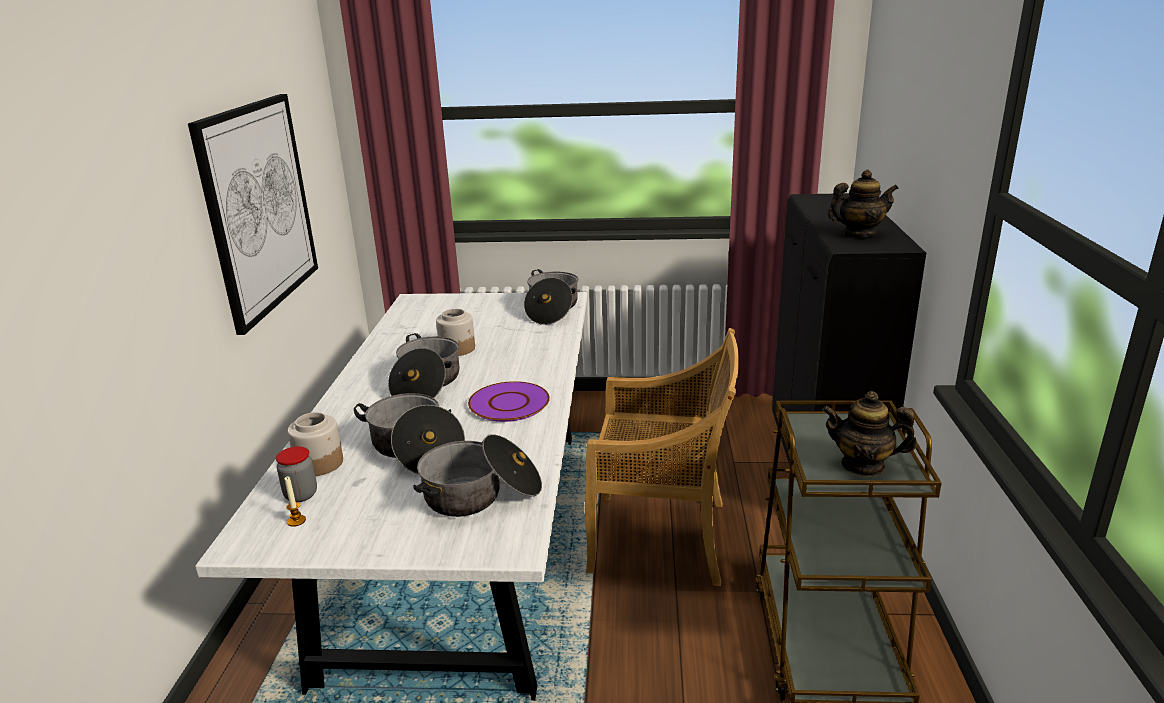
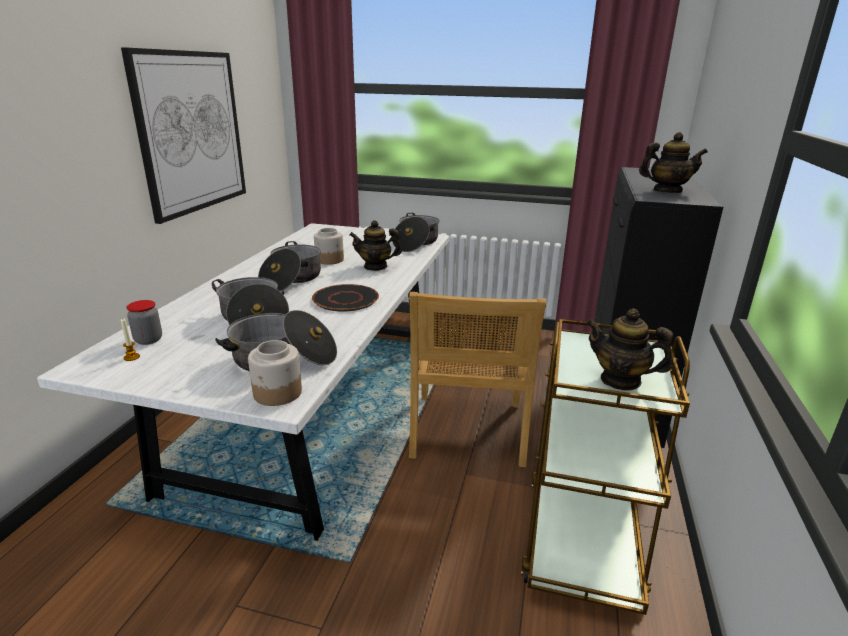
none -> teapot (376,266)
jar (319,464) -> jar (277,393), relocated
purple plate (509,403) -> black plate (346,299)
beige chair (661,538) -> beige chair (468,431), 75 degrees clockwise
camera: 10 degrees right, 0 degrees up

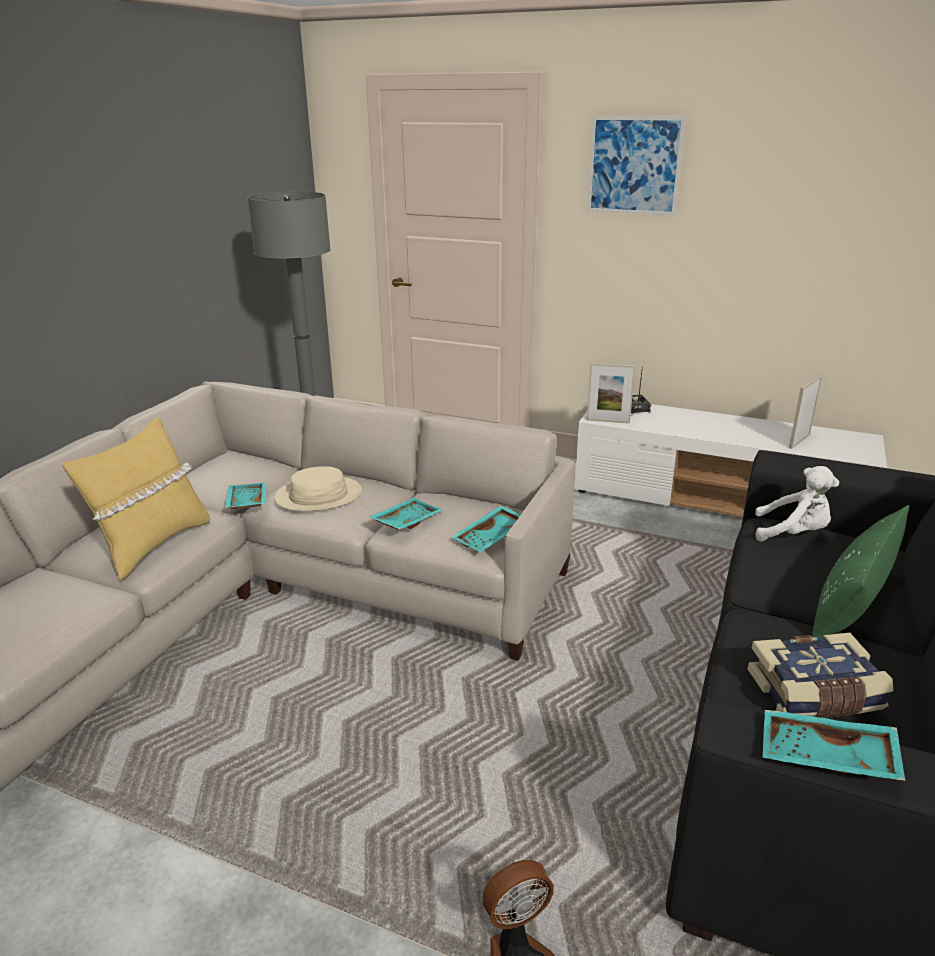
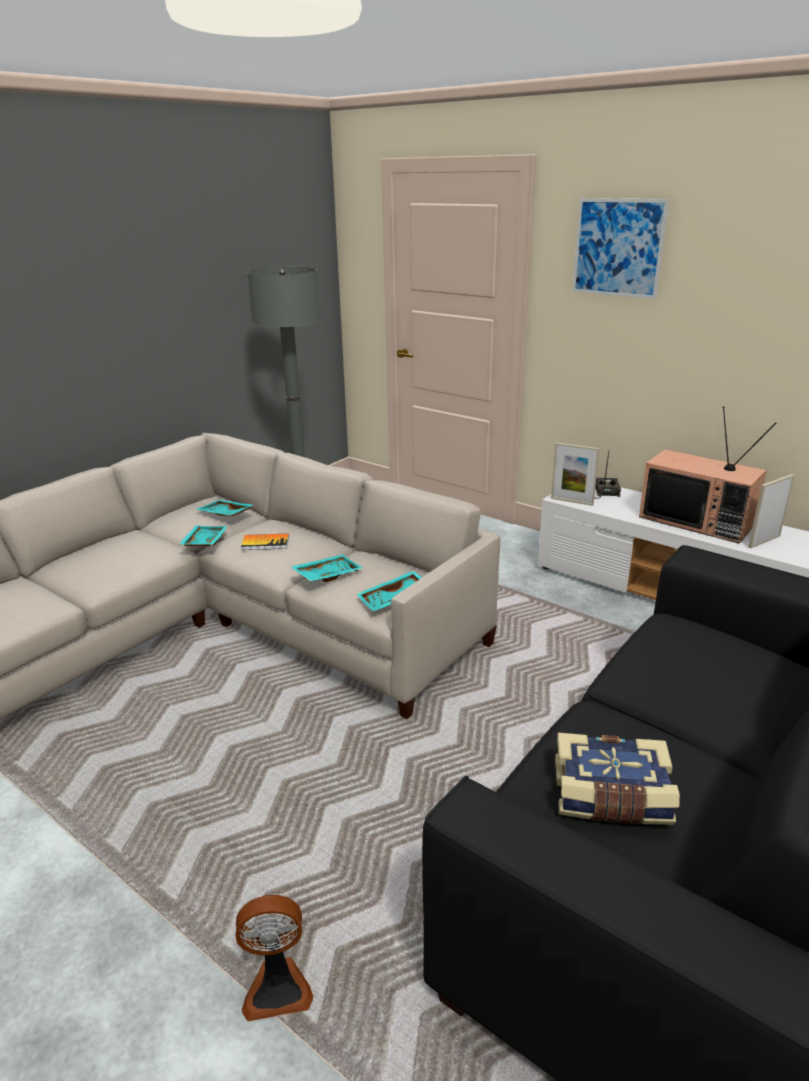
yellow pillow (153,545) -> none
white plush toy (793,533) -> none
green pillow (850,604) -> none
none -> television (698,521)
turquoise tray (826,758) -> turquoise tray (224,515), relocated
beige hat (318,496) -> book (265,543)
camera: 15 degrees right, 0 degrees up

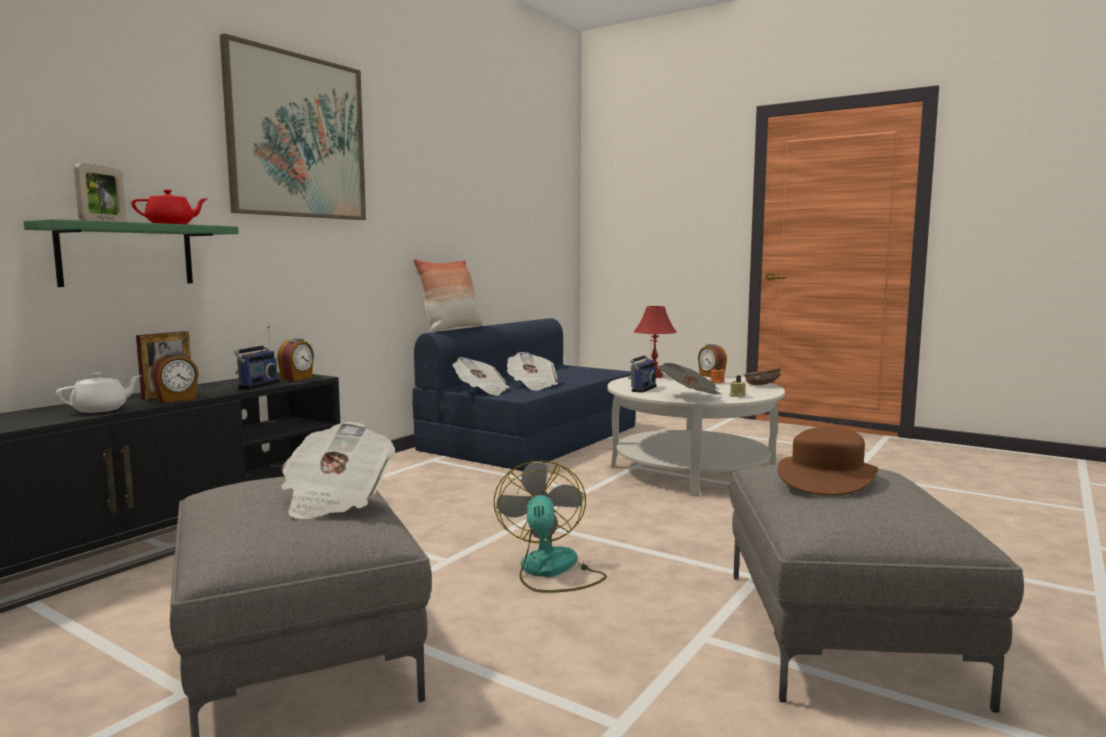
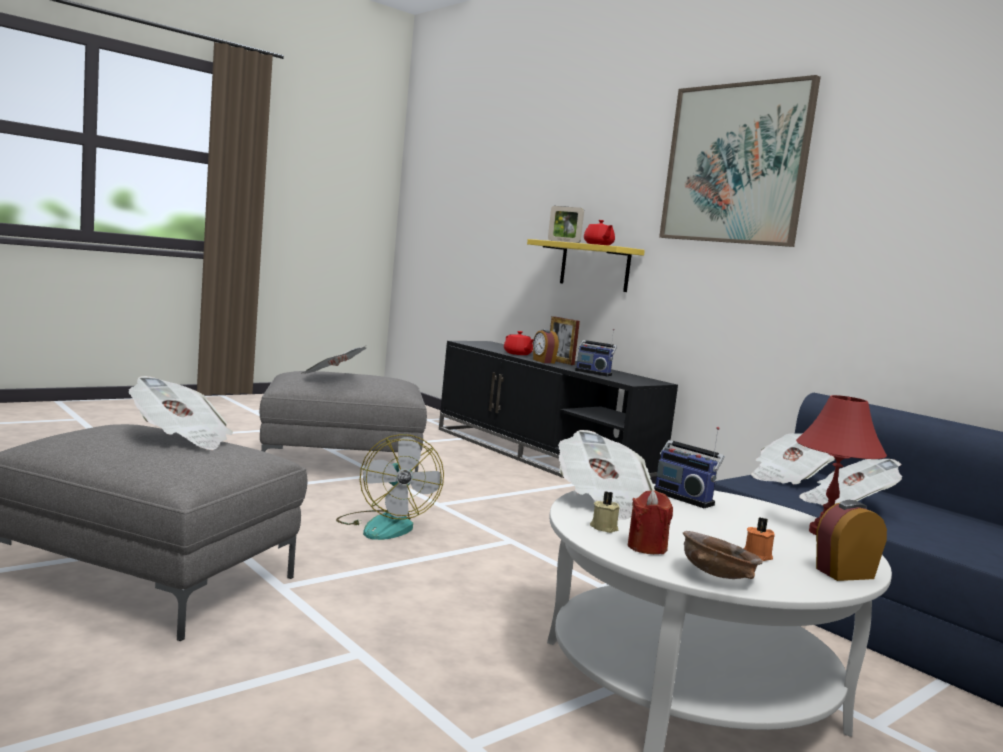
alarm clock (297,378) -> none
pillow (451,329) -> none
none -> red candle (647,547)
brown hat (826,477) -> newspaper (181,439)
green shelf (126,255) -> yellow shelf (594,266)
white teapot (101,409) -> red teapot (518,354)
fan (550,571) -> fan (385,525), 60 degrees clockwise
camera: 105 degrees right, 0 degrees up

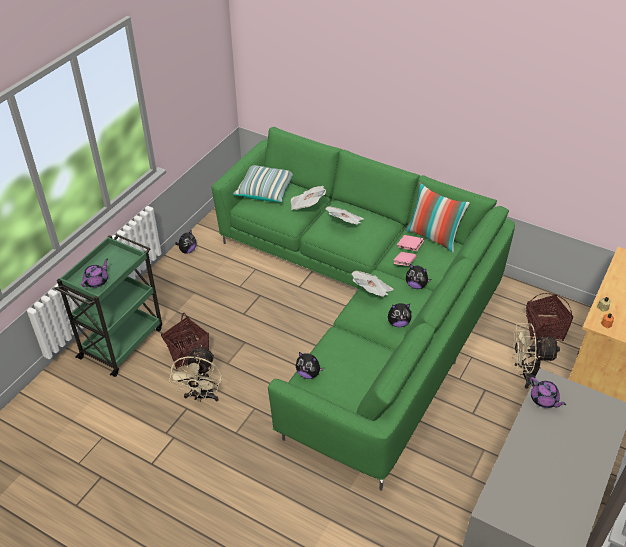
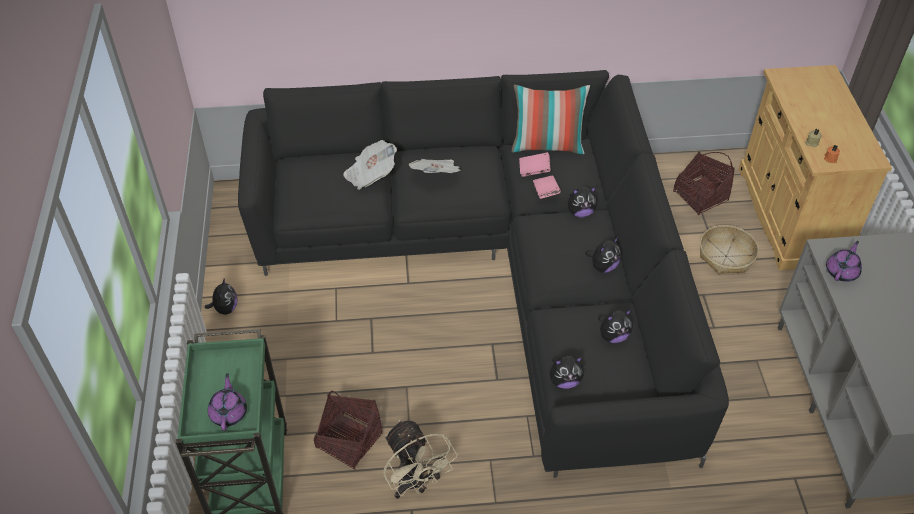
pillow (265,190) -> none
newspaper (372,291) -> none
none -> plush toy (613,336)
beige fan (526,375) -> basket (726,256)
green sofa (362,306) -> black sofa (501,269)
purple teapot (544,400) -> purple teapot (842,271), 75 degrees counterclockwise
camera: 35 degrees left, 5 degrees up

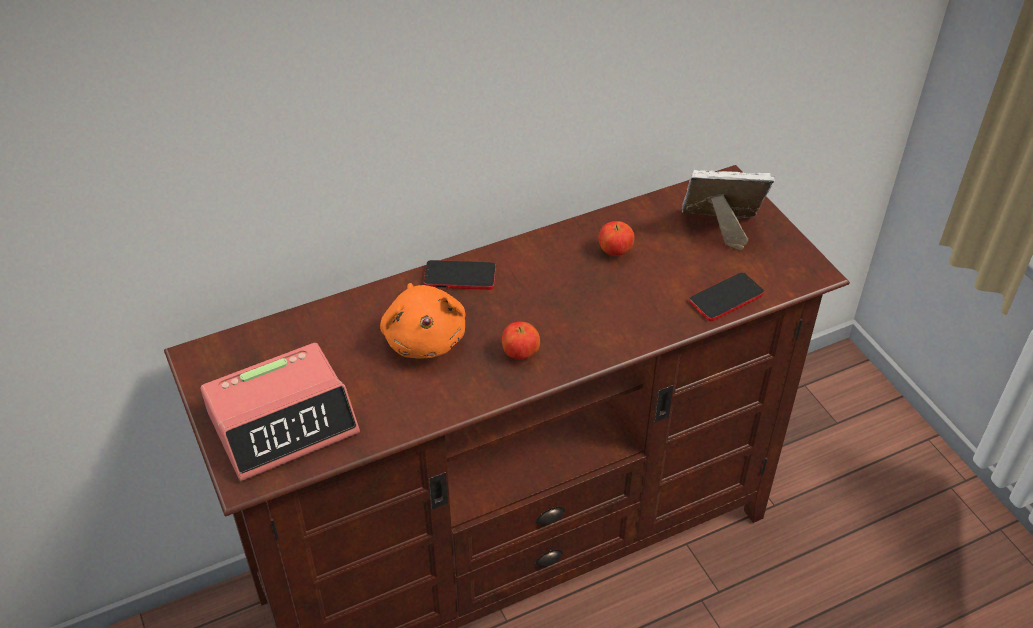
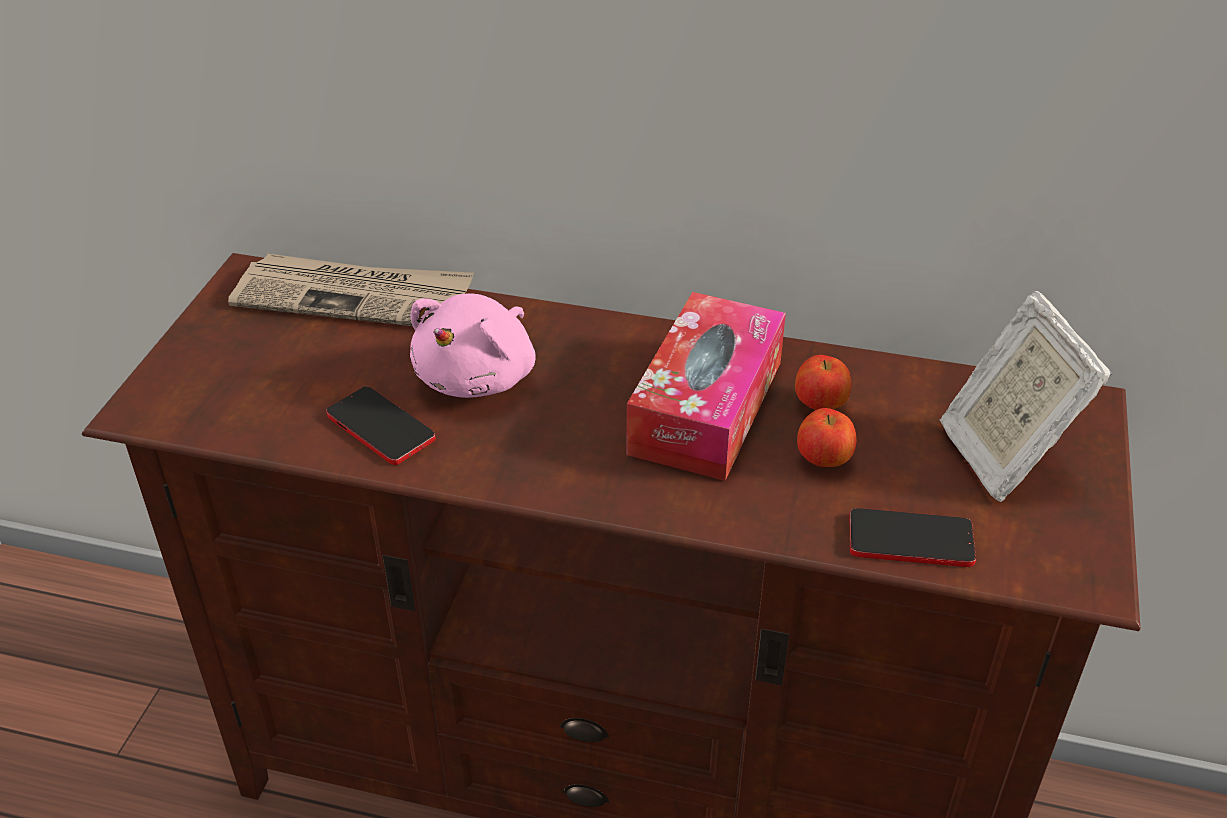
alarm clock (283,422) -> none
none -> newspaper (355,296)
none -> tissue box (706,407)
phone (460,276) -> phone (381,427), relocated
apple (520,354) -> apple (823,460), relocated
orange plush toy (425,338) -> pink plush toy (479,377)
picture frame (720,230) -> picture frame (1002,453), 150 degrees counterclockwise
camera: 40 degrees right, 5 degrees down

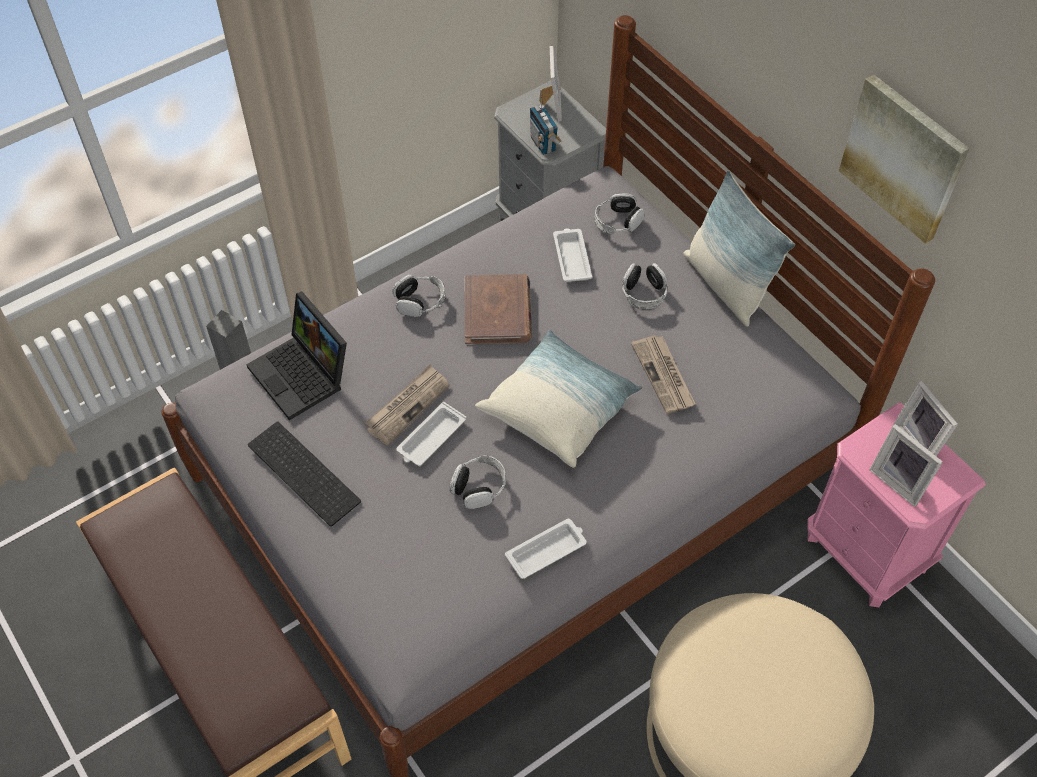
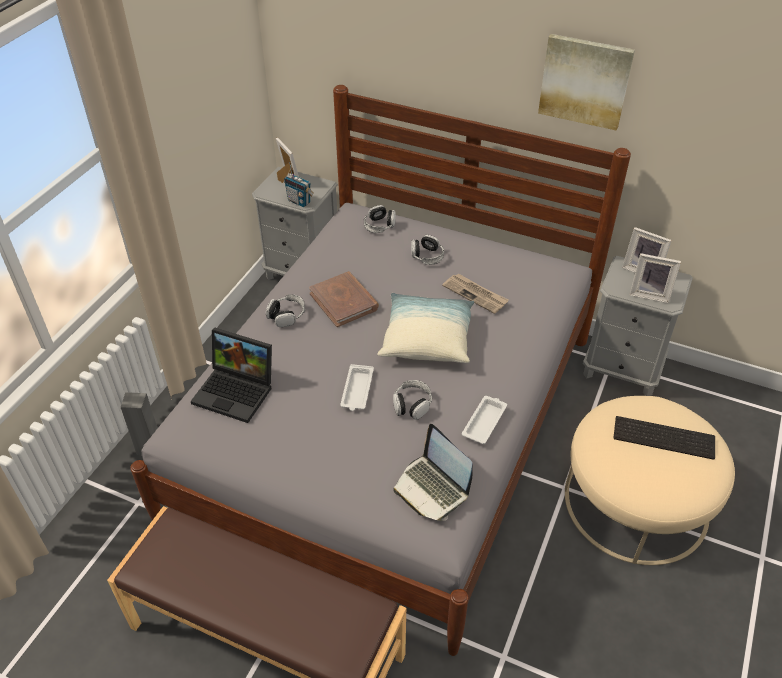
newspaper (408,406) -> none
white tray (571,257) -> none
pillow (726,285) -> none
none -> laptop (432,488)
keyboard (306,472) -> keyboard (665,436), relocated
pink nightstand (867,552) -> grey nightstand (622,369)
camera: 30 degrees left, 10 degrees down

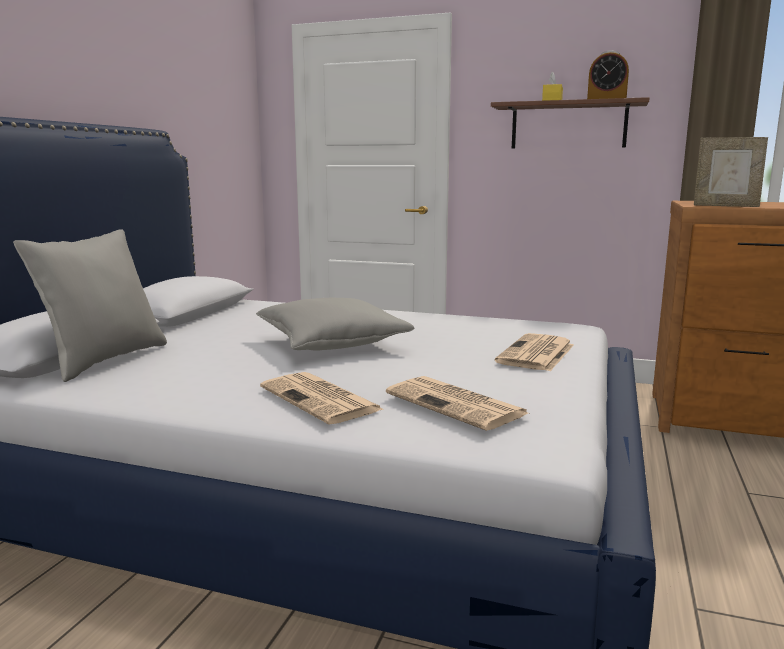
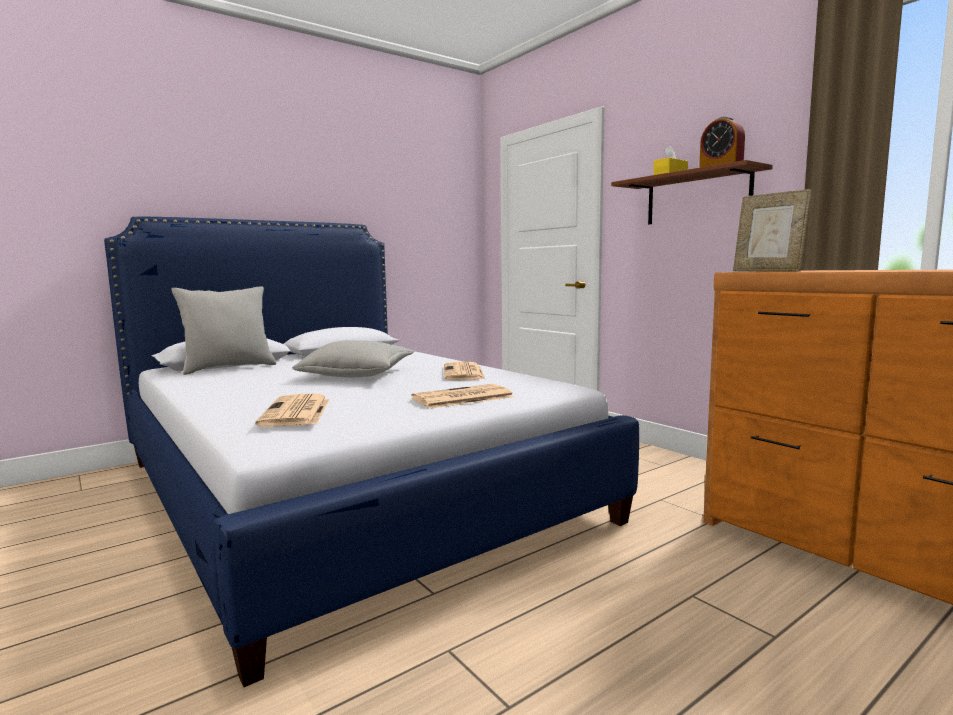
newspaper (321,399) -> newspaper (464,373), relocated
camera: 35 degrees right, 5 degrees down

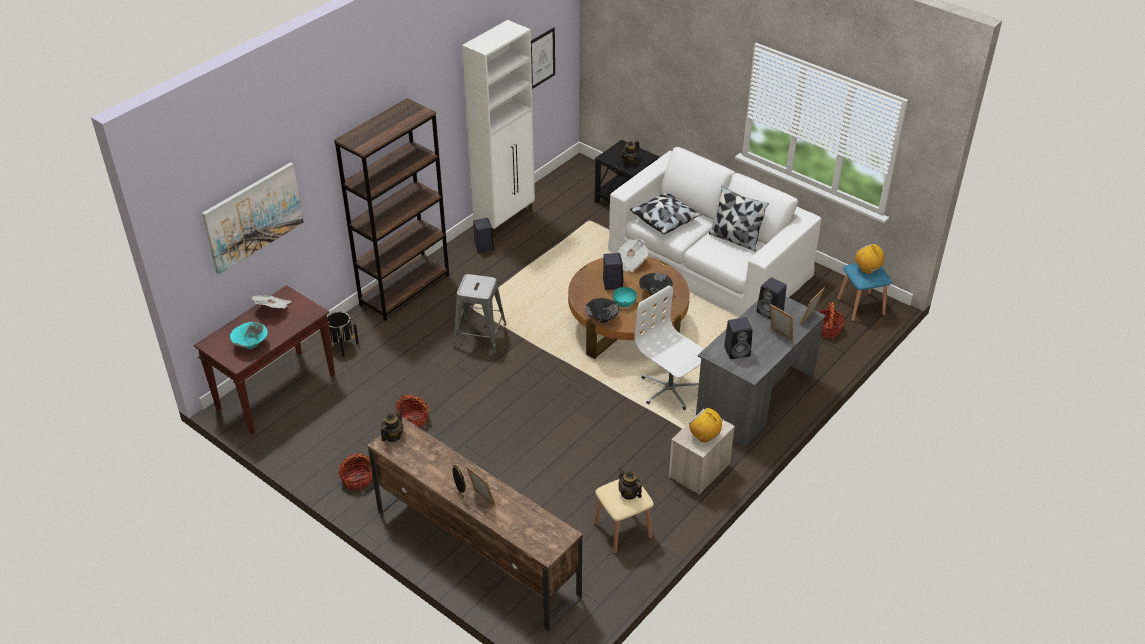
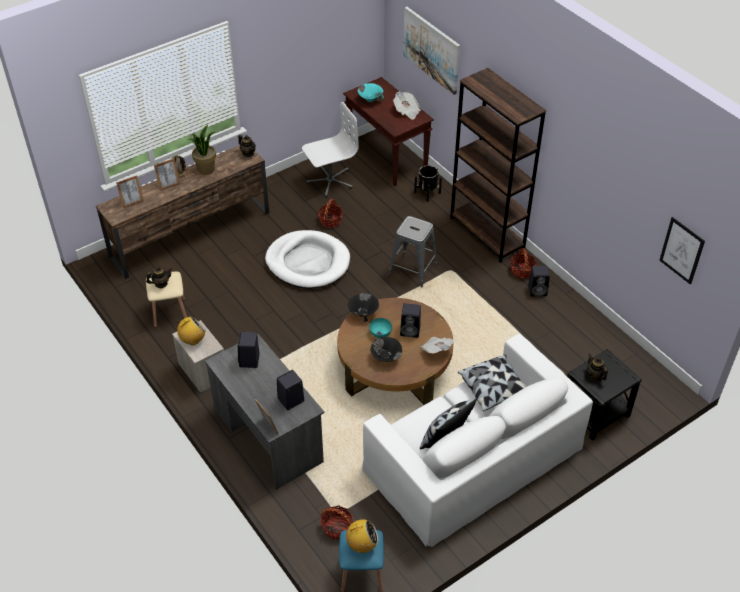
white cabinet (505,220) -> none
none -> potted plant (206,169)
none -> white dog bed (308,262)
basket (357,479) -> basket (522,270), relocated
white office chair (670,389) -> white office chair (330,181), relocated
picture frame (779,335) -> picture frame (132,202), relocated
camera: 105 degrees right, 5 degrees up

